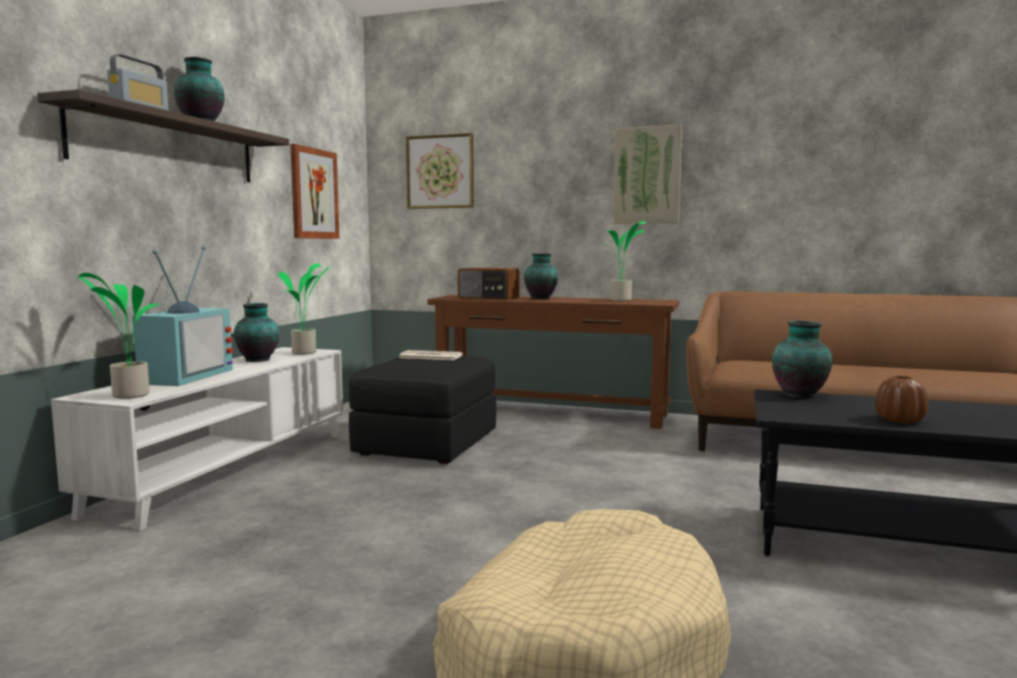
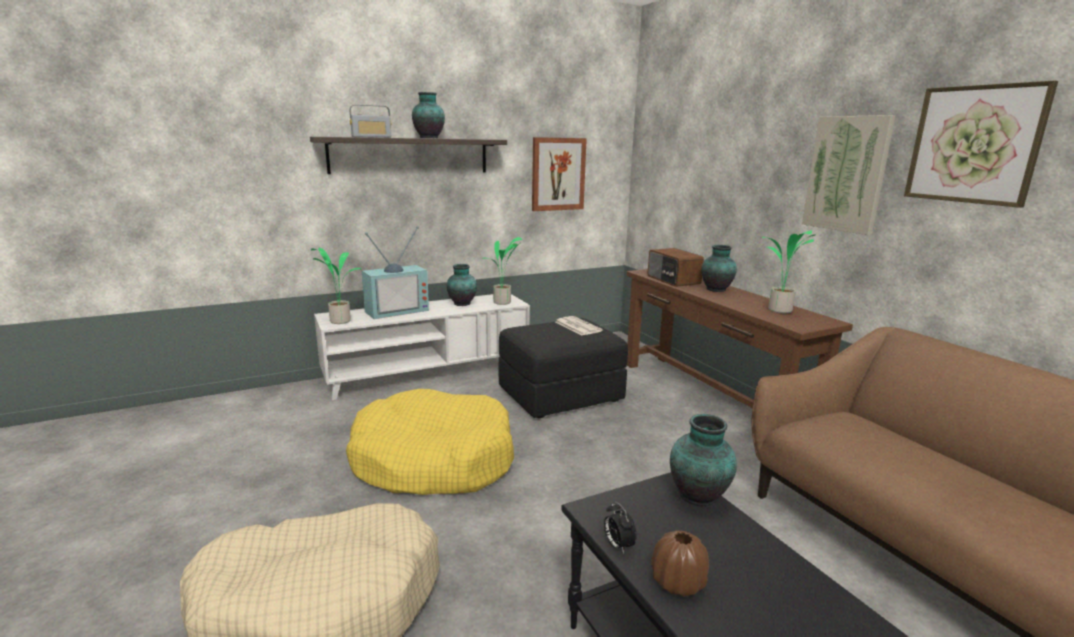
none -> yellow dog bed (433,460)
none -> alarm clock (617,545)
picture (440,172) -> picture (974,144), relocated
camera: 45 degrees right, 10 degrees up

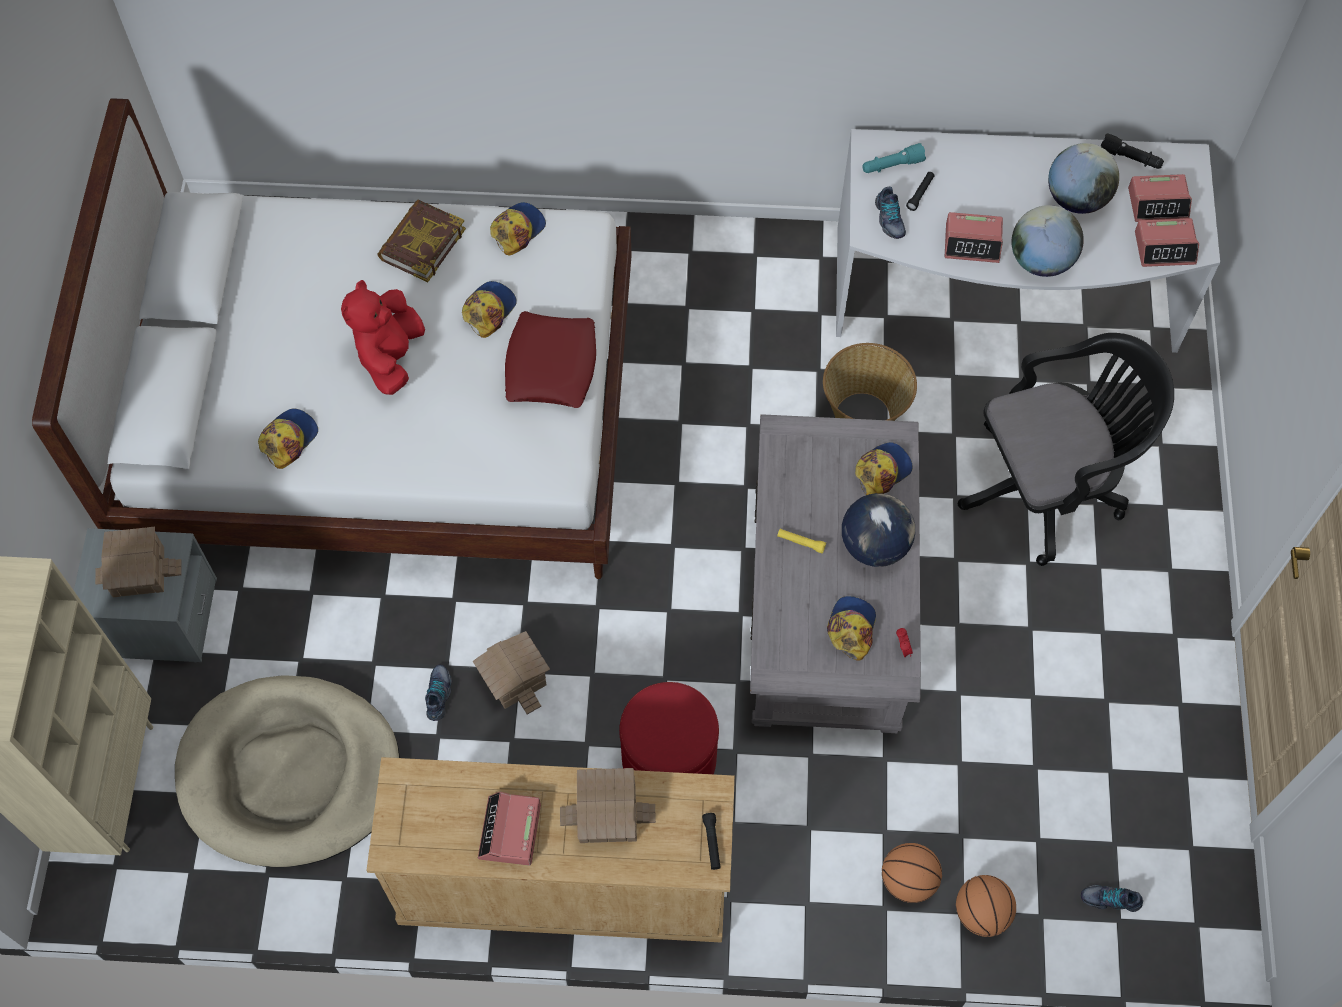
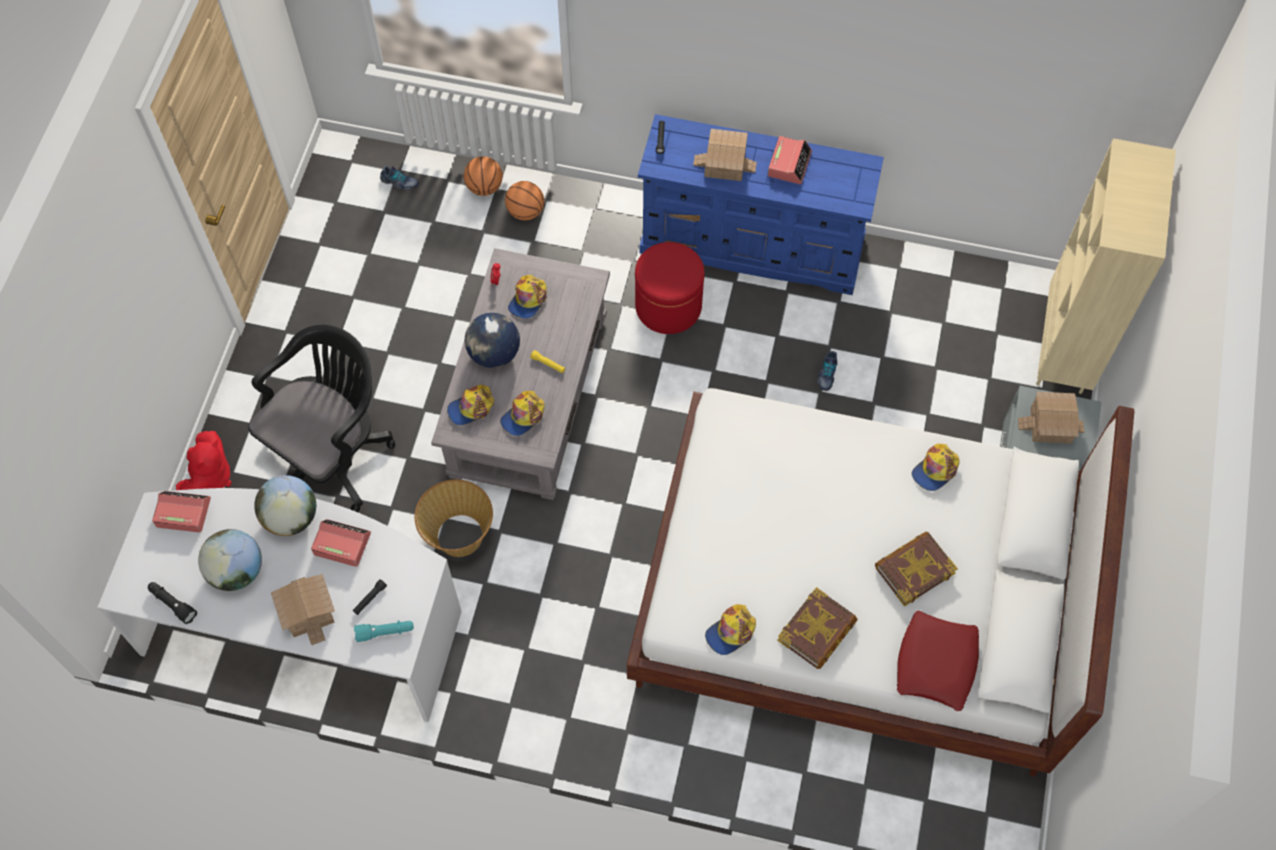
beige dog bed (290,774) -> none
shoe (889,219) -> none
alarm clock (1158,203) -> none
none -> book (914,570)
red plush toy (390,356) -> red plush toy (209,478), relocated
cap (489,310) -> cap (523,416), relocated
toy house (512,678) -> toy house (309,610), relocated
red pillow (551,365) -> red pillow (936,663), relocated
beige dresser (561,881) -> blue dresser (753,245)
black office chair (1048,487) -> black office chair (333,453), 135 degrees clockwise
camera: 170 degrees left, 0 degrees up

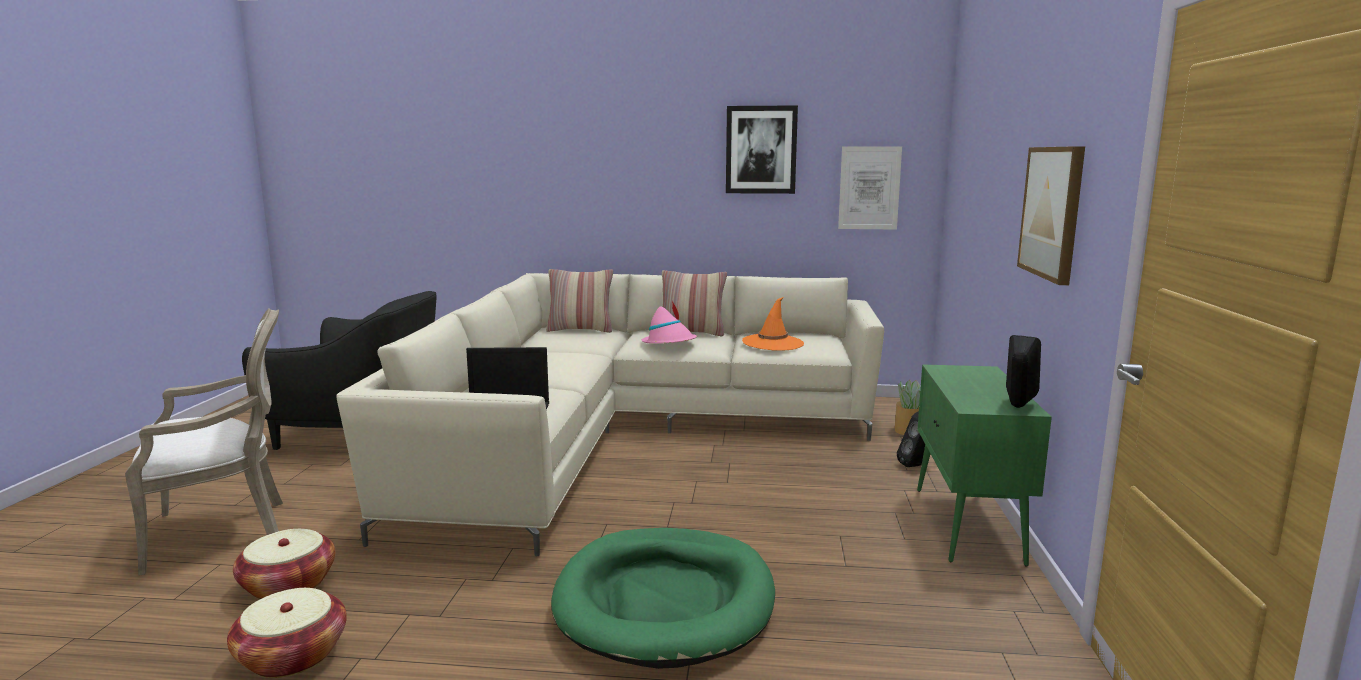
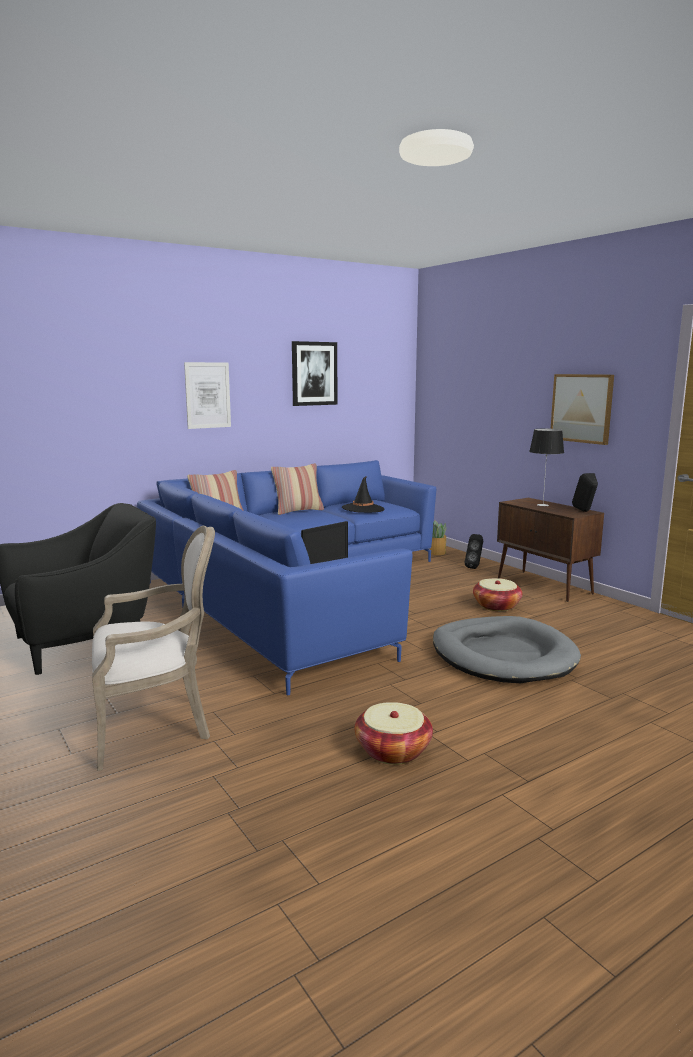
pink hat (669,343) -> none
none -> table lamp (543,505)
basket (288,585) -> basket (496,606), relocated
picture (869,188) -> picture (208,395), relocated
beige sofa (621,434) -> blue sofa (292,592)
green dog bed (665,601) -> grey dog bed (502,655)
orange hat (772,343) -> black hat (363,509)
green cabinet (967,525) -> brown cabinet (545,586)
armchair (224,530) -> armchair (157,726), 45 degrees clockwise
camera: 40 degrees left, 0 degrees up

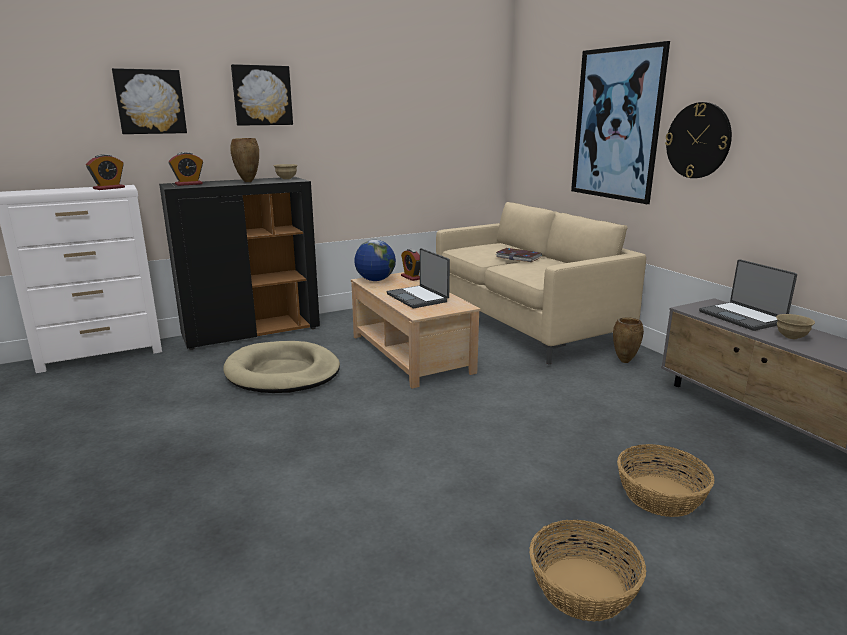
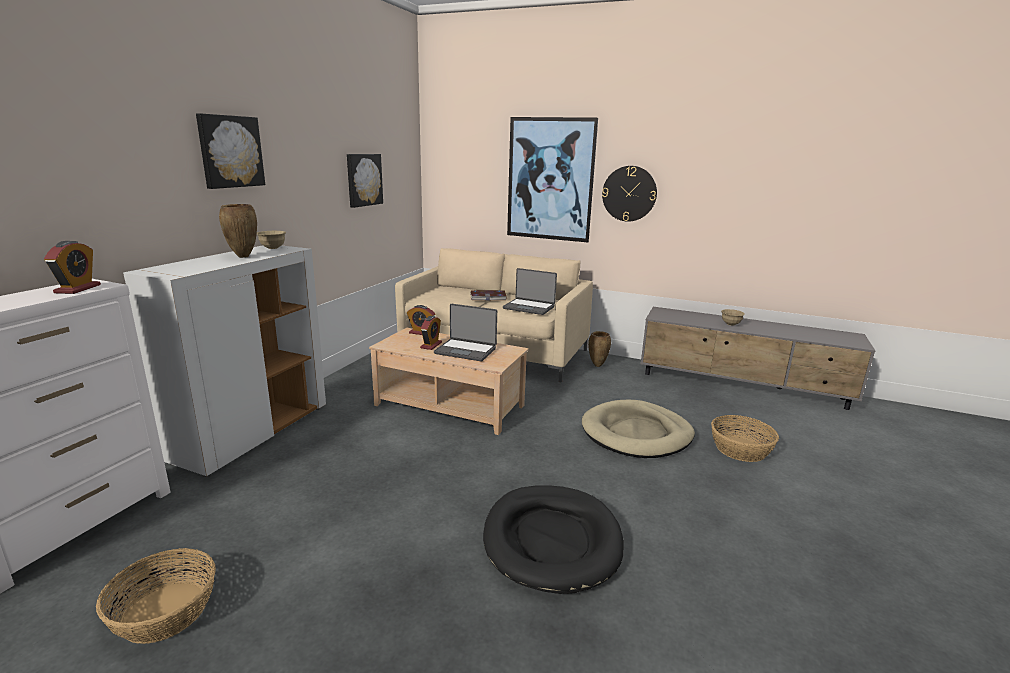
globe (375,280) -> none
none -> black dog bed (552,540)
picture (150,102) -> picture (363,180), relocated
alarm clock (188,184) -> alarm clock (431,345), relocated
beige dog bed (282,372) -> beige dog bed (636,433), relocated
basket (583,589) -> basket (165,612), relocated
laptop (742,317) -> laptop (529,307), relocated
black cabinet (252,332) -> white cabinet (253,433)
camera: 40 degrees left, 0 degrees up

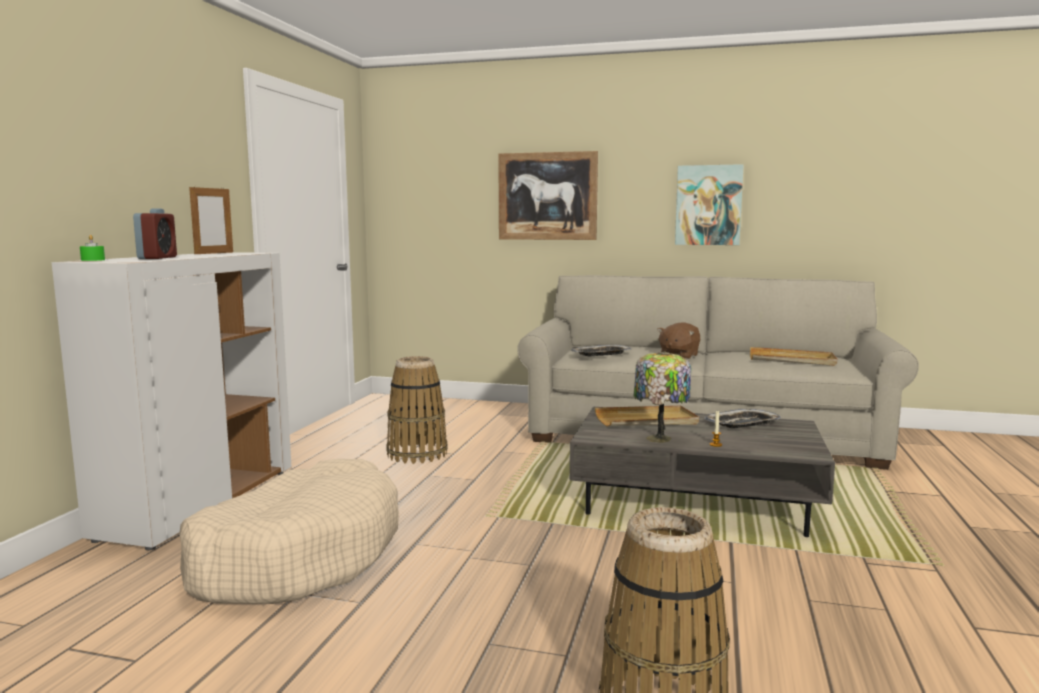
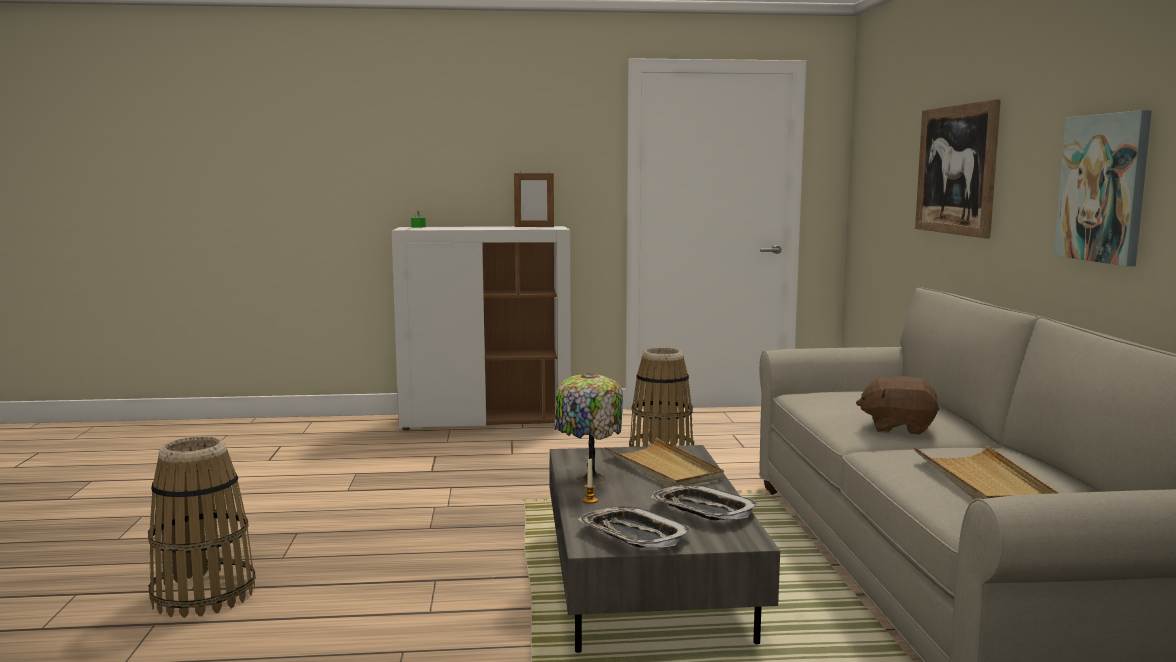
alarm clock (157,258) -> none
beige dog bed (297,556) -> none
tray (601,354) -> tray (633,535), relocated
camera: 70 degrees right, 0 degrees up

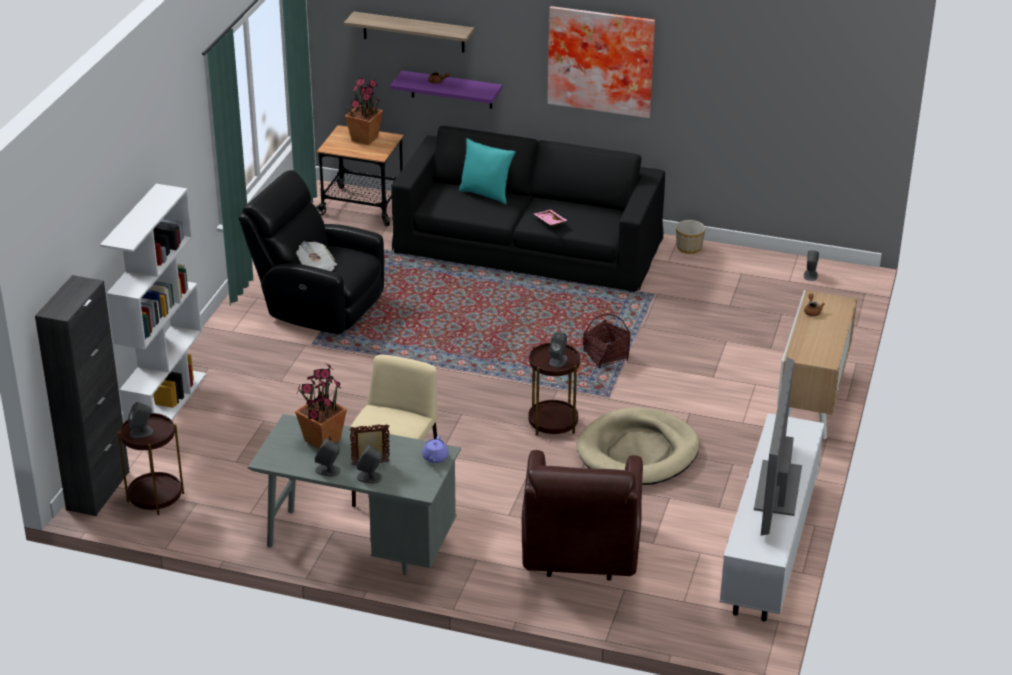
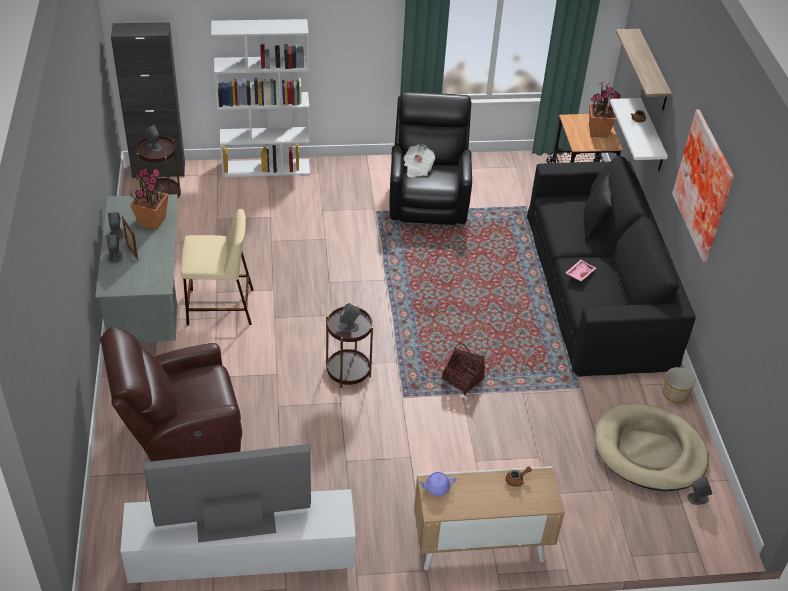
purple teapot (435,458) -> purple teapot (436,488), relocated
beige dog bed (638,452) -> beige dog bed (649,450), relocated
purple shelf (451,90) -> white shelf (651,136)
turquoise pillow (486,194) -> black pillow (593,225)
camera: 65 degrees right, 10 degrees up

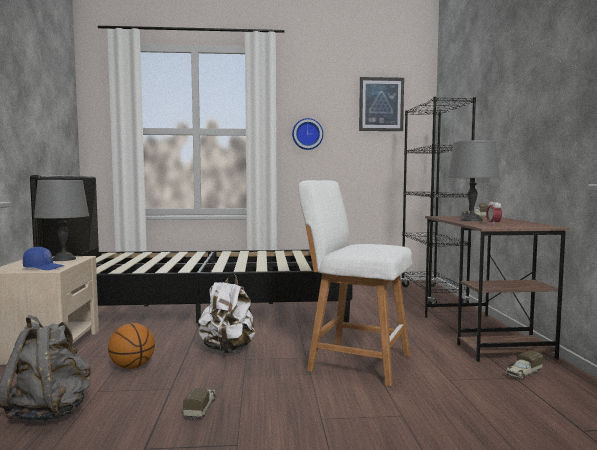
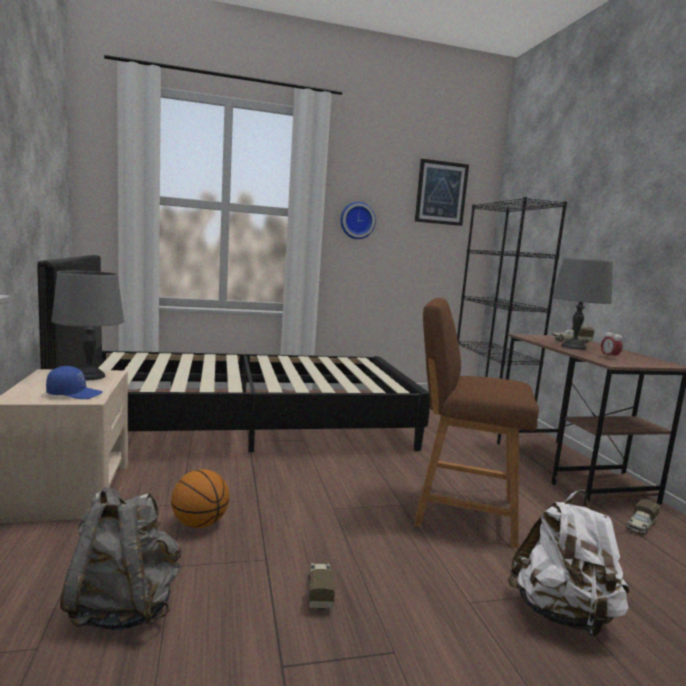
white backpack (228,350) -> white backpack (562,614), relocated
white stool (354,361) -> brown stool (459,511)
camera: 10 degrees left, 5 degrees up

